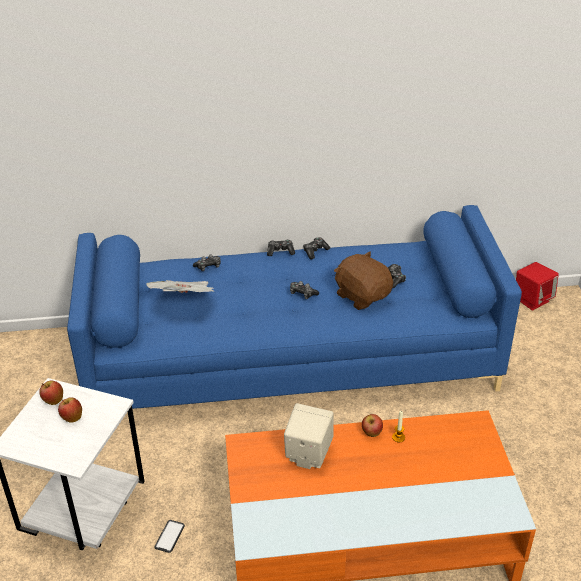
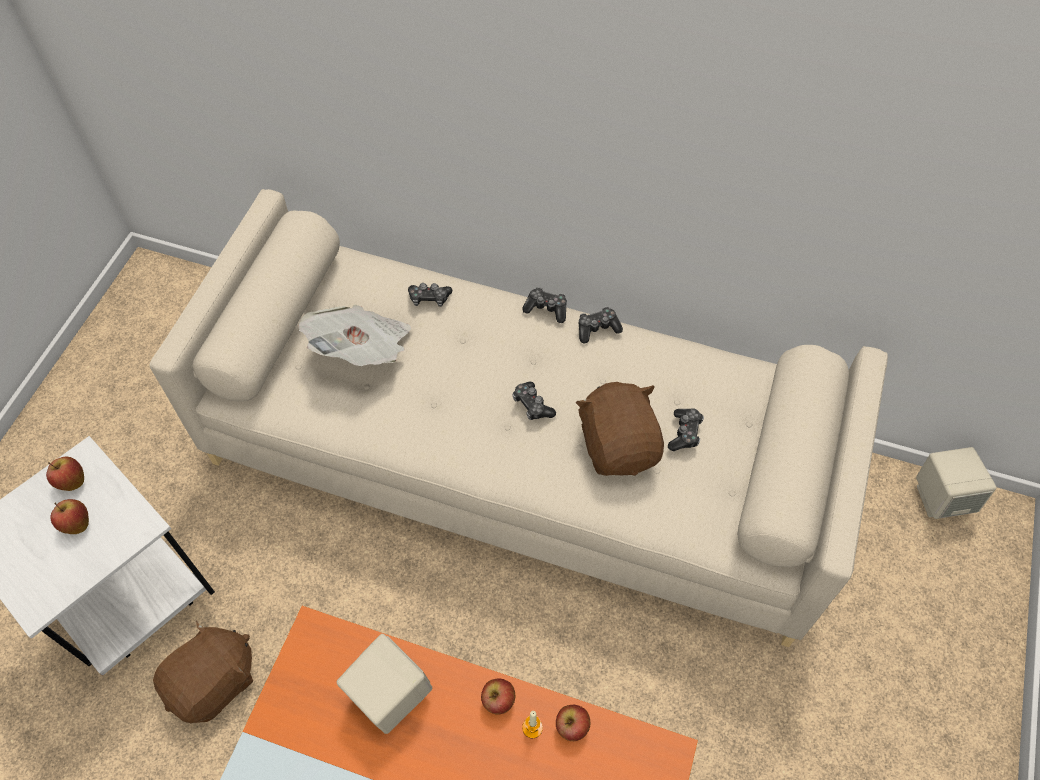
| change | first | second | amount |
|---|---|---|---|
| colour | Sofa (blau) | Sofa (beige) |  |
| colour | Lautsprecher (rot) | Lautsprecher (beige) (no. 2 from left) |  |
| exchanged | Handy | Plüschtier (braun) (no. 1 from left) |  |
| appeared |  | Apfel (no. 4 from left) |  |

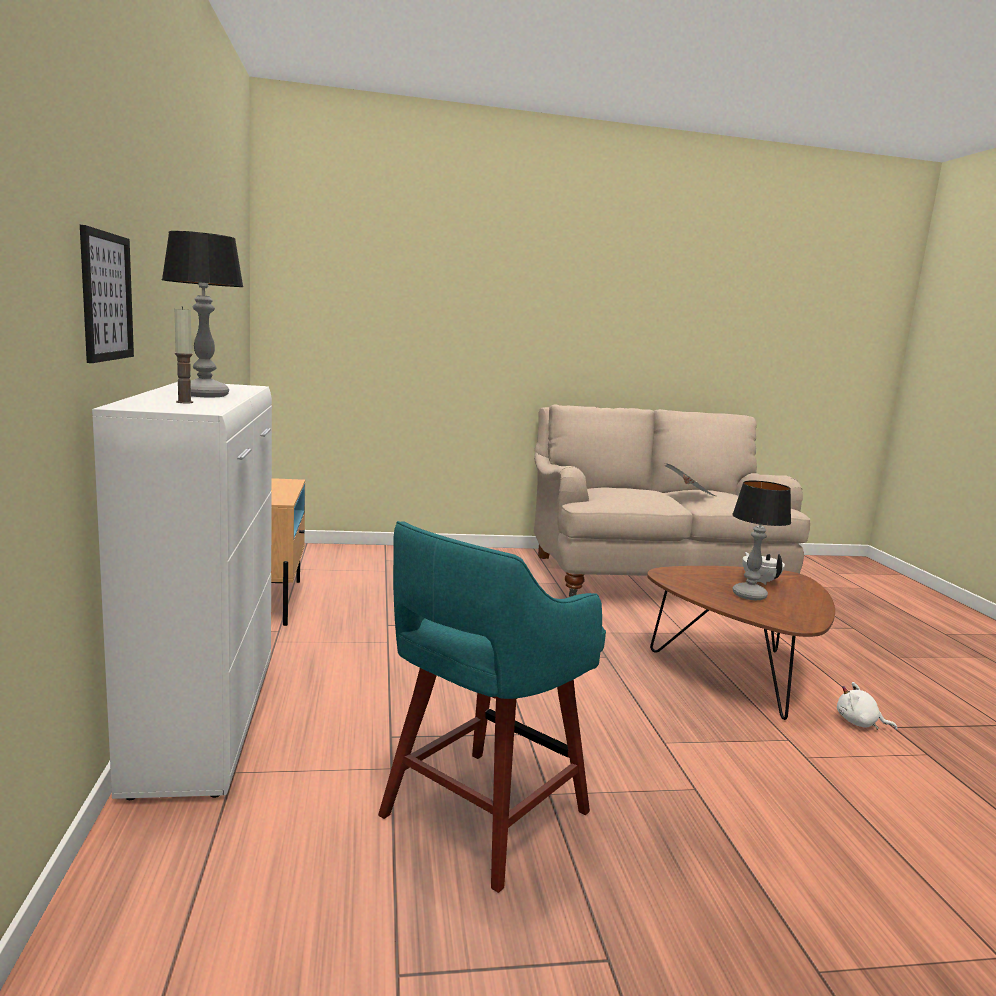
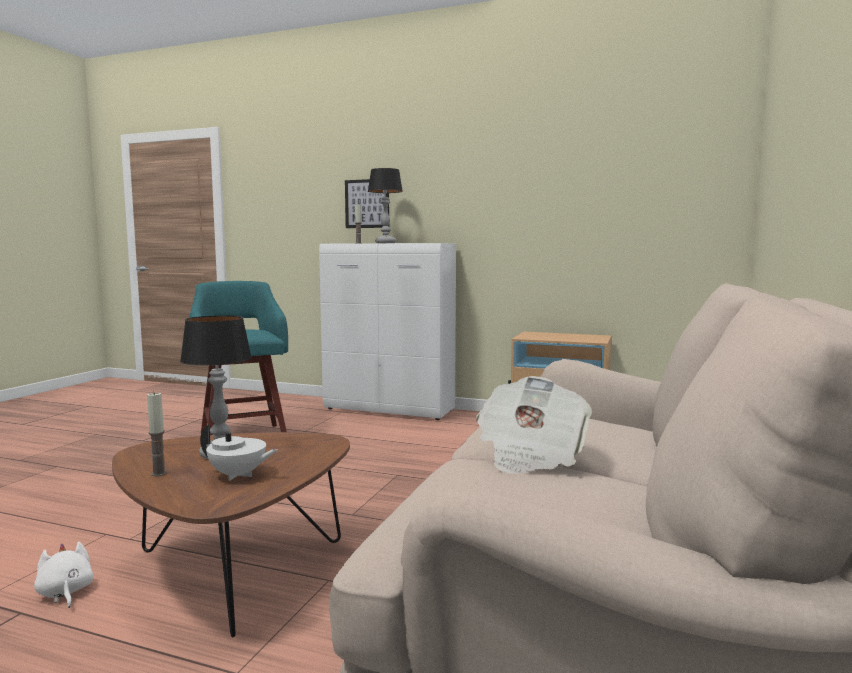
| change | first | second | amount |
|---|---|---|---|
| spun | Plüschtier (weiß) |  | 90 degrees counterclockwise |
| appeared |  | Kerze (no. 1 from left) |  |

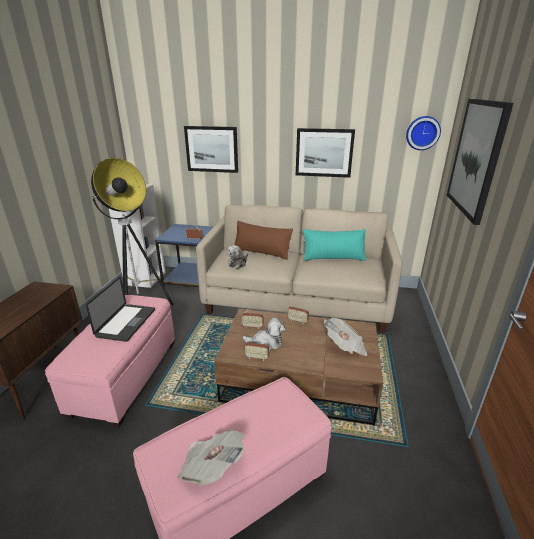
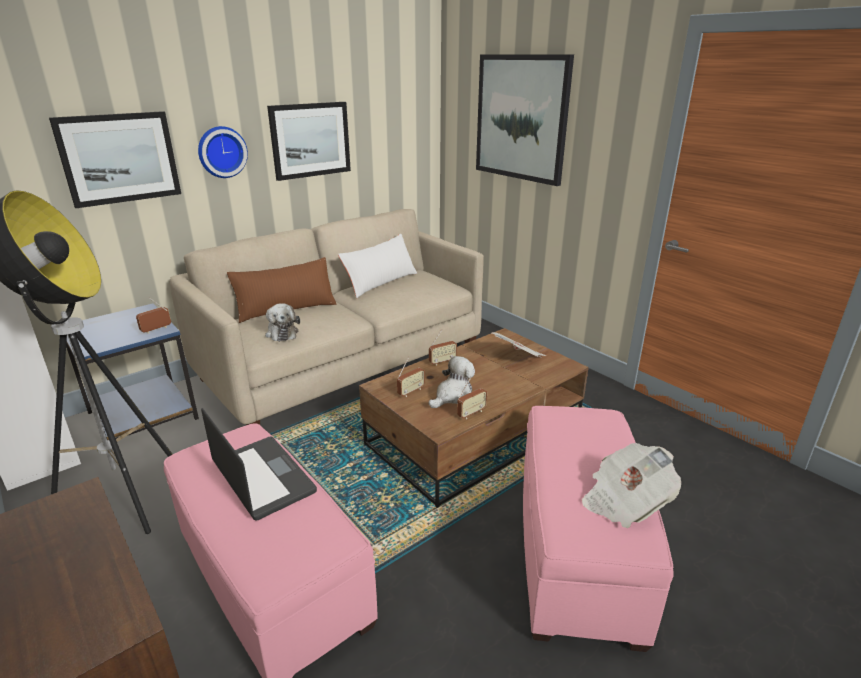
| change | first | second | amount |
|---|---|---|---|
| relocated | Wanduhr |  |  |
| colour | Kissen (türkis) | Kissen (weiß) |  |

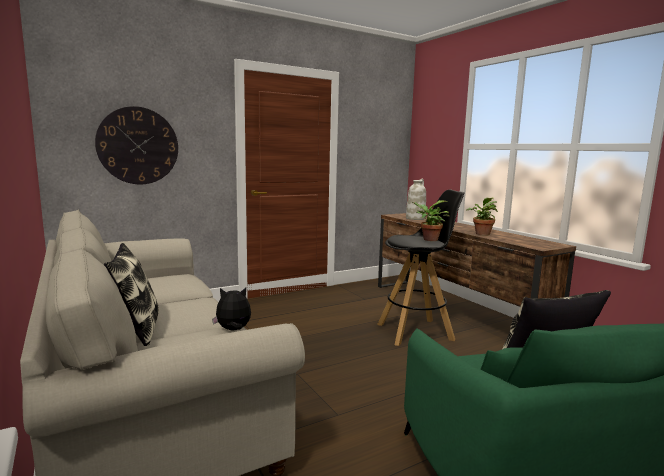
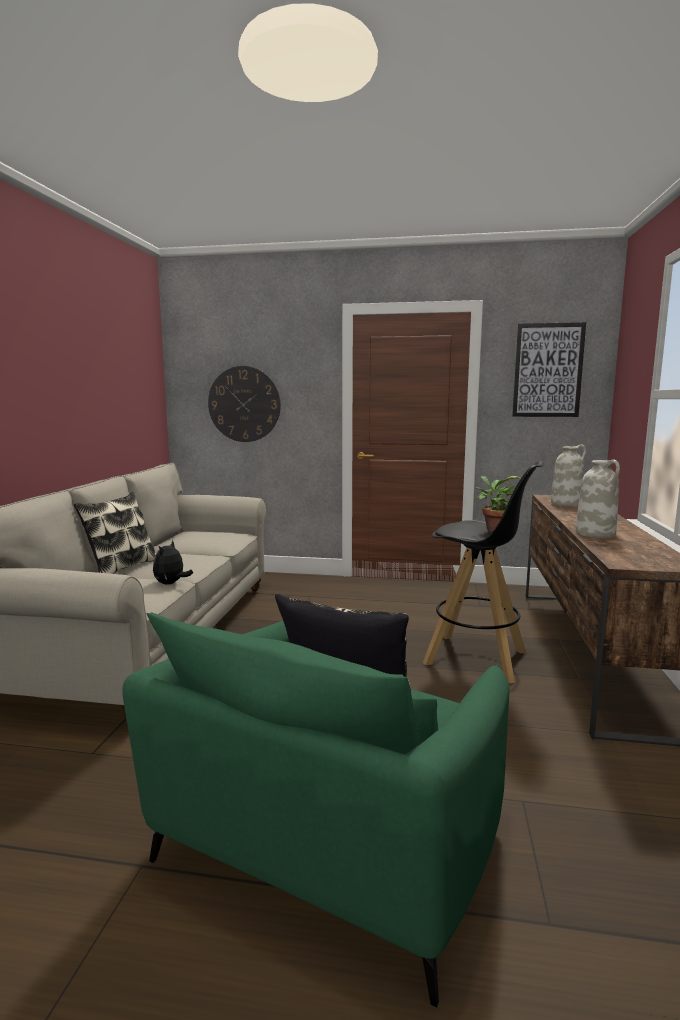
| change | first | second | amount |
|---|---|---|---|
| exchanged | Topfpflanze (no. 2 from left) | Vase (weiß) (no. 2 from left) |  |
| spun | Plüschtier |  | 105 degrees counterclockwise |
| appeared |  | Bild |  |

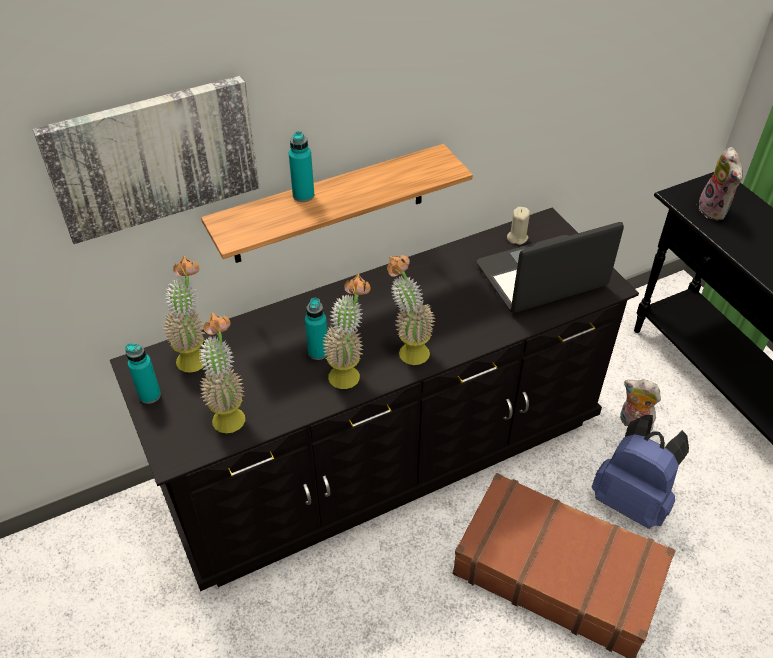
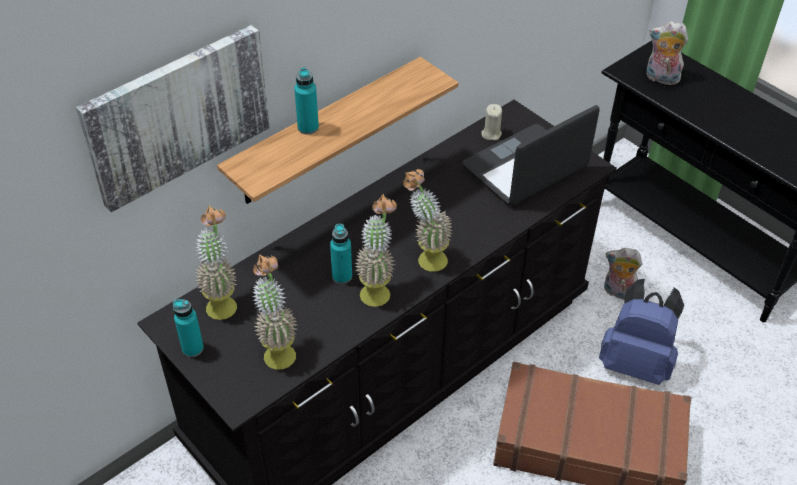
| change | first | second | amount |
|---|---|---|---|
| spun | Plüschtier (no. 2 from left) |  | 135 degrees clockwise |

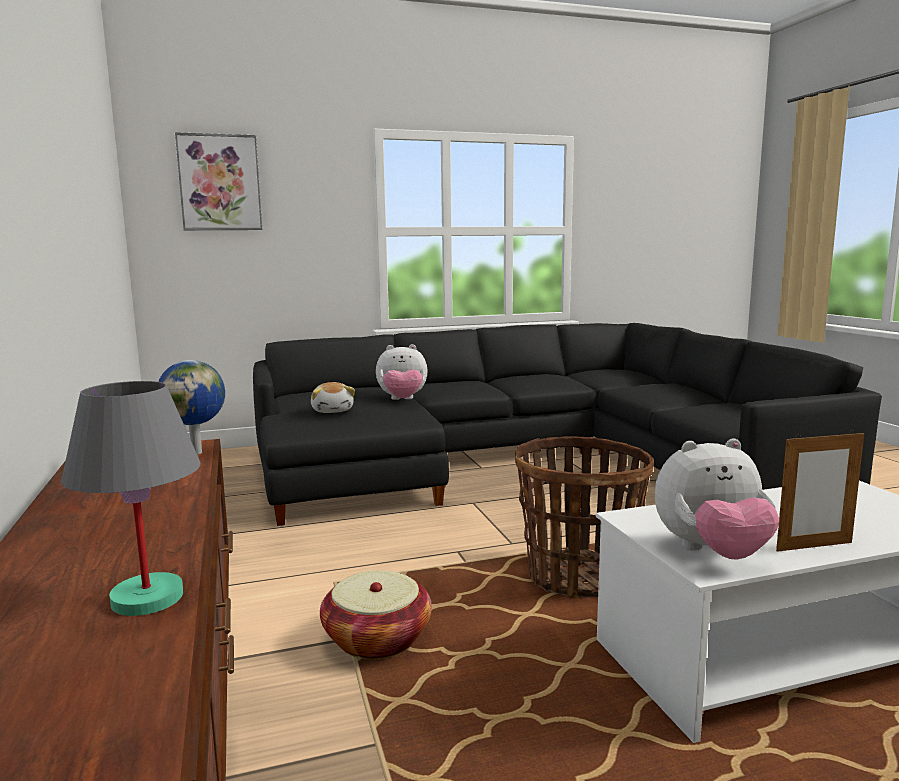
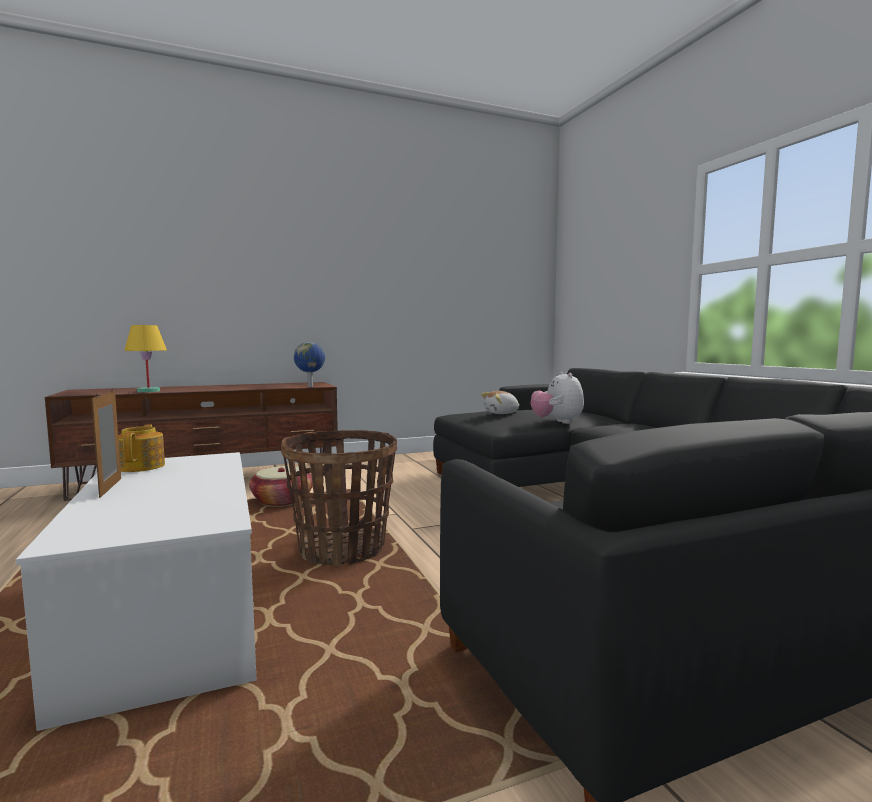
| change | first | second | amount |
|---|---|---|---|
| missing | Bild |  |  |
| colour | Tischlampe (grau) | Tischlampe (gelb) |  |
| exchanged | Plüschtier (no. 3 from left) | Teekanne |  |

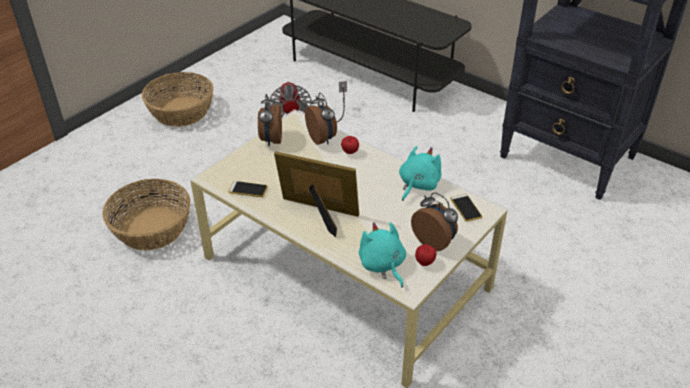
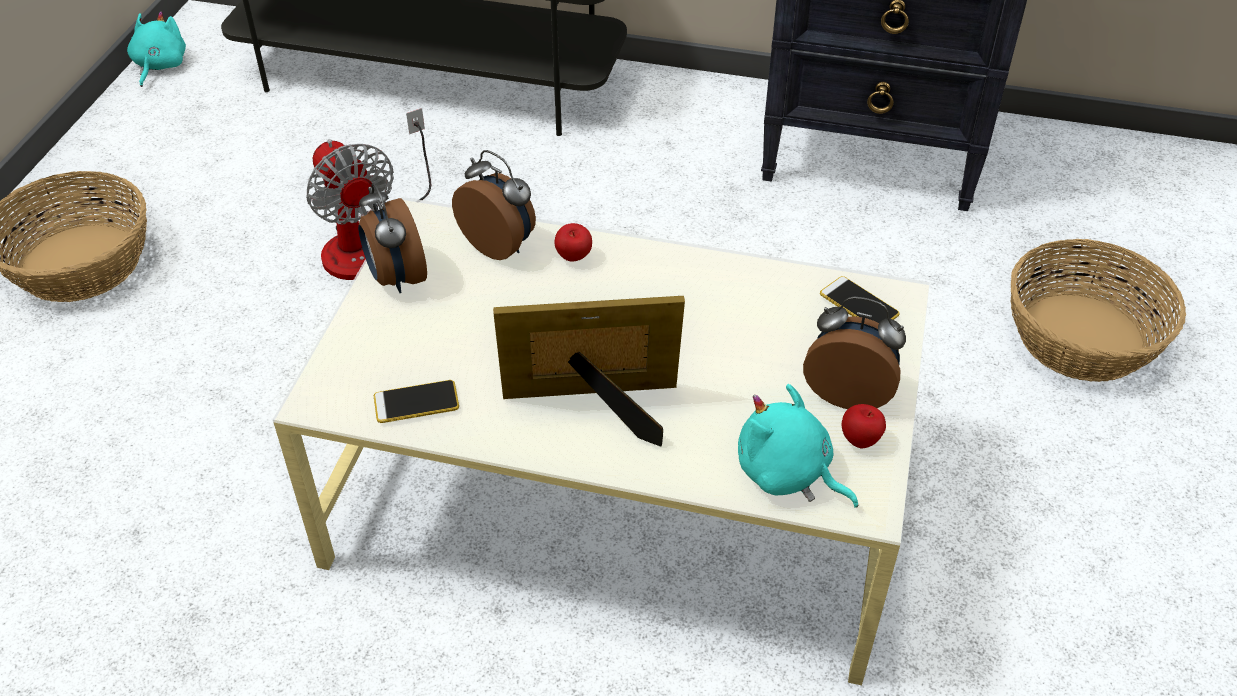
| change | first | second | amount |
|---|---|---|---|
| relocated | Plüschtier (türkis) (no. 2 from left in the first image) | Plüschtier (türkis) (no. 1 from left) |  |
| relocated | Korb (no. 1 from left in the first image) | Korb (no. 2 from left) |  |

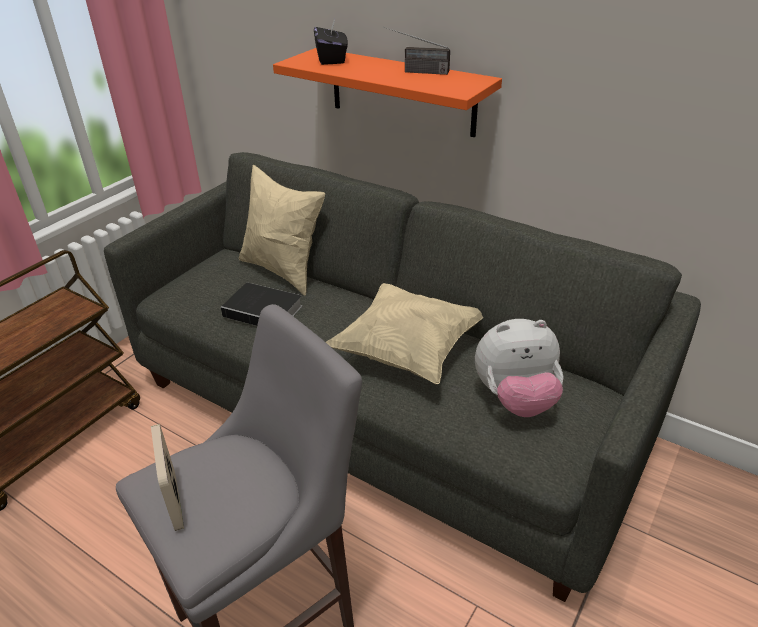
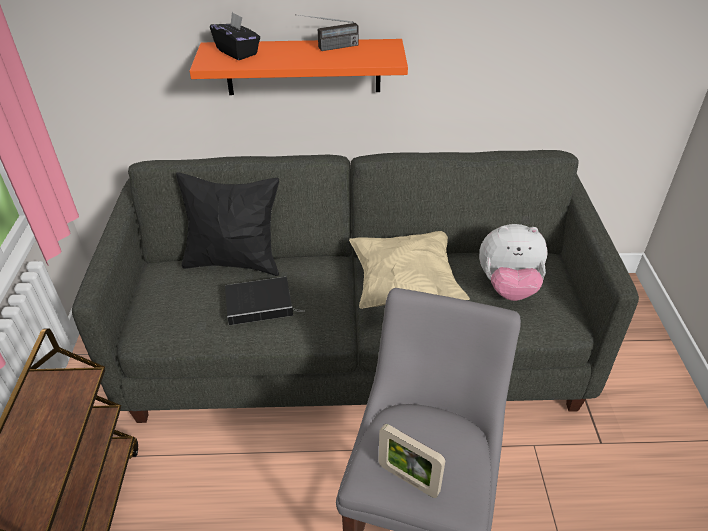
| change | first | second | amount |
|---|---|---|---|
| colour | Kissen (beige) (no. 1 from left) | Kissen (schwarz) |  |
| spun | Plüschtier |  | 45 degrees clockwise |

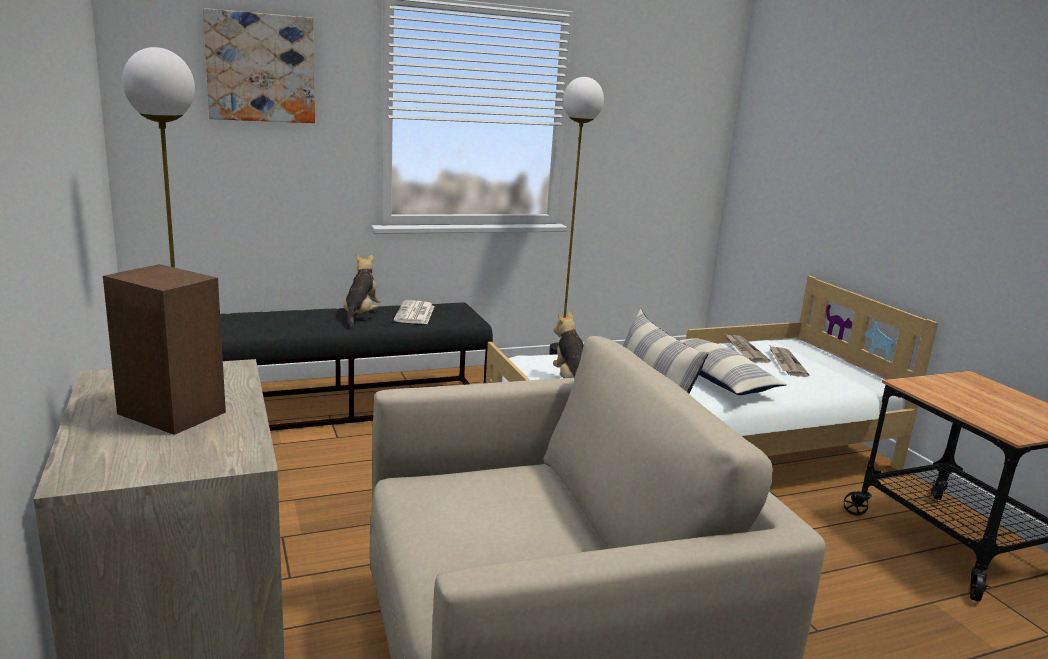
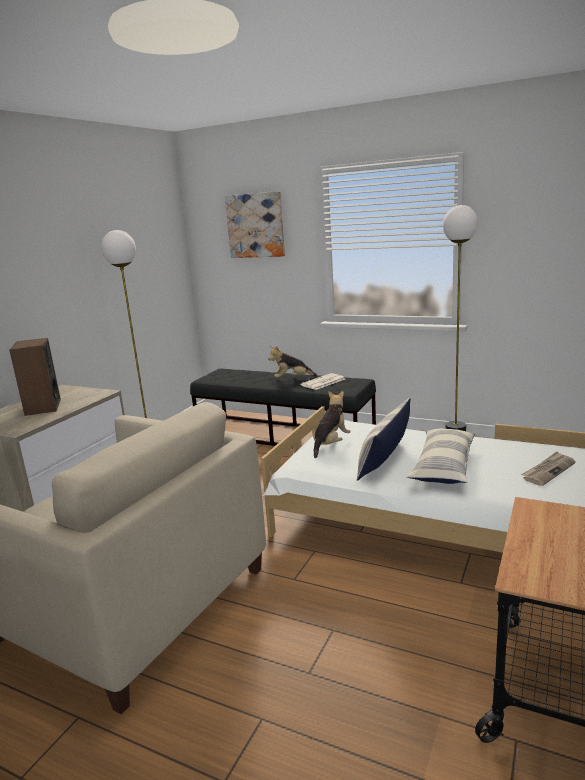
| change | first | second | amount |
|---|---|---|---|
| spun | Plüschtier (no. 1 from left) |  | 150 degrees counterclockwise |
| missing | Zeitung (no. 2 from left) |  |  |

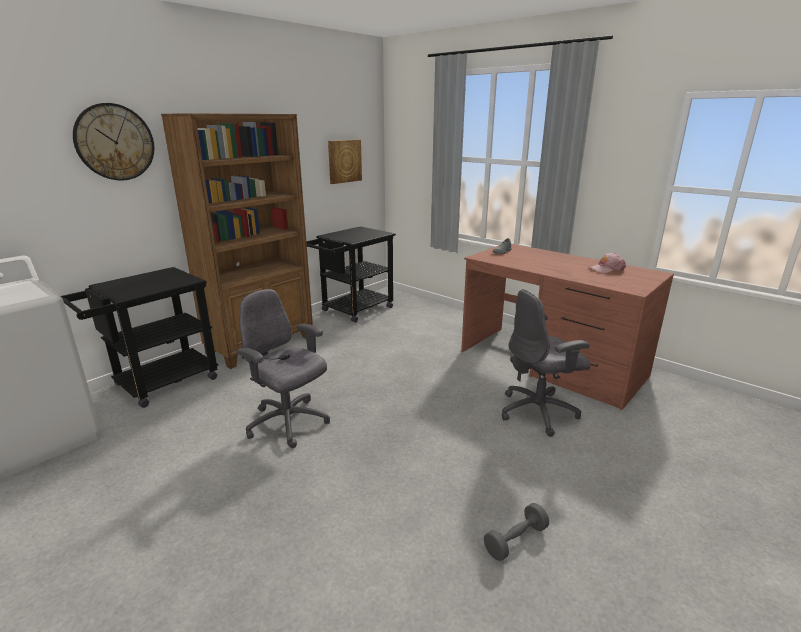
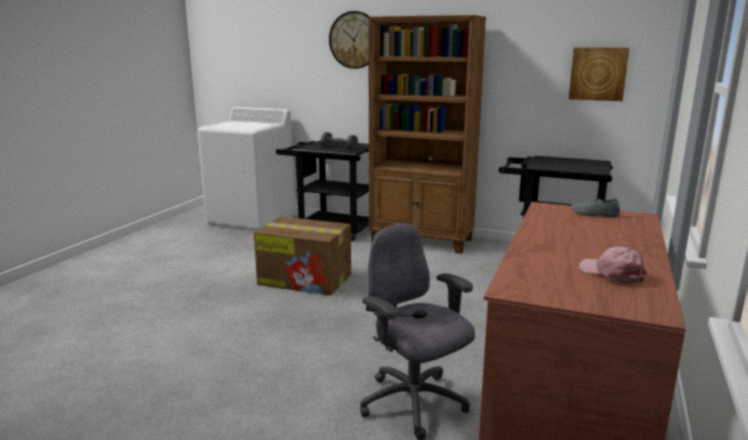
| change | first | second | amount |
|---|---|---|---|
| exchanged | Bürostuhl (grau) (no. 1 from left) | Karton |  |
| relocated | Hantel (grau) |  |  |

